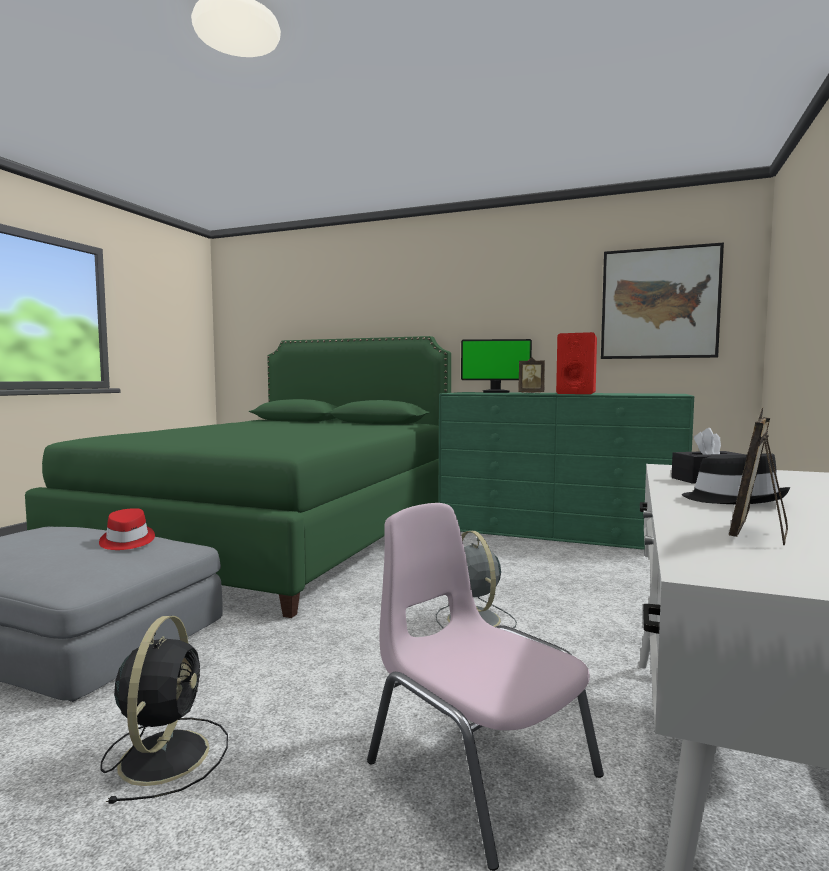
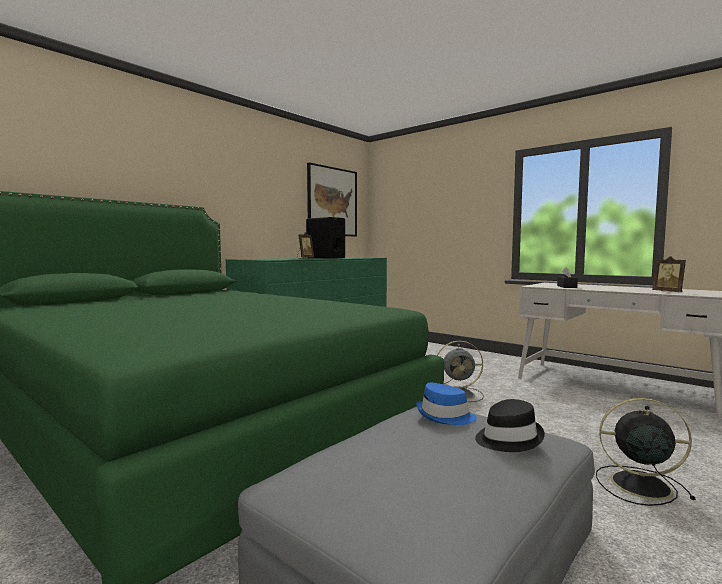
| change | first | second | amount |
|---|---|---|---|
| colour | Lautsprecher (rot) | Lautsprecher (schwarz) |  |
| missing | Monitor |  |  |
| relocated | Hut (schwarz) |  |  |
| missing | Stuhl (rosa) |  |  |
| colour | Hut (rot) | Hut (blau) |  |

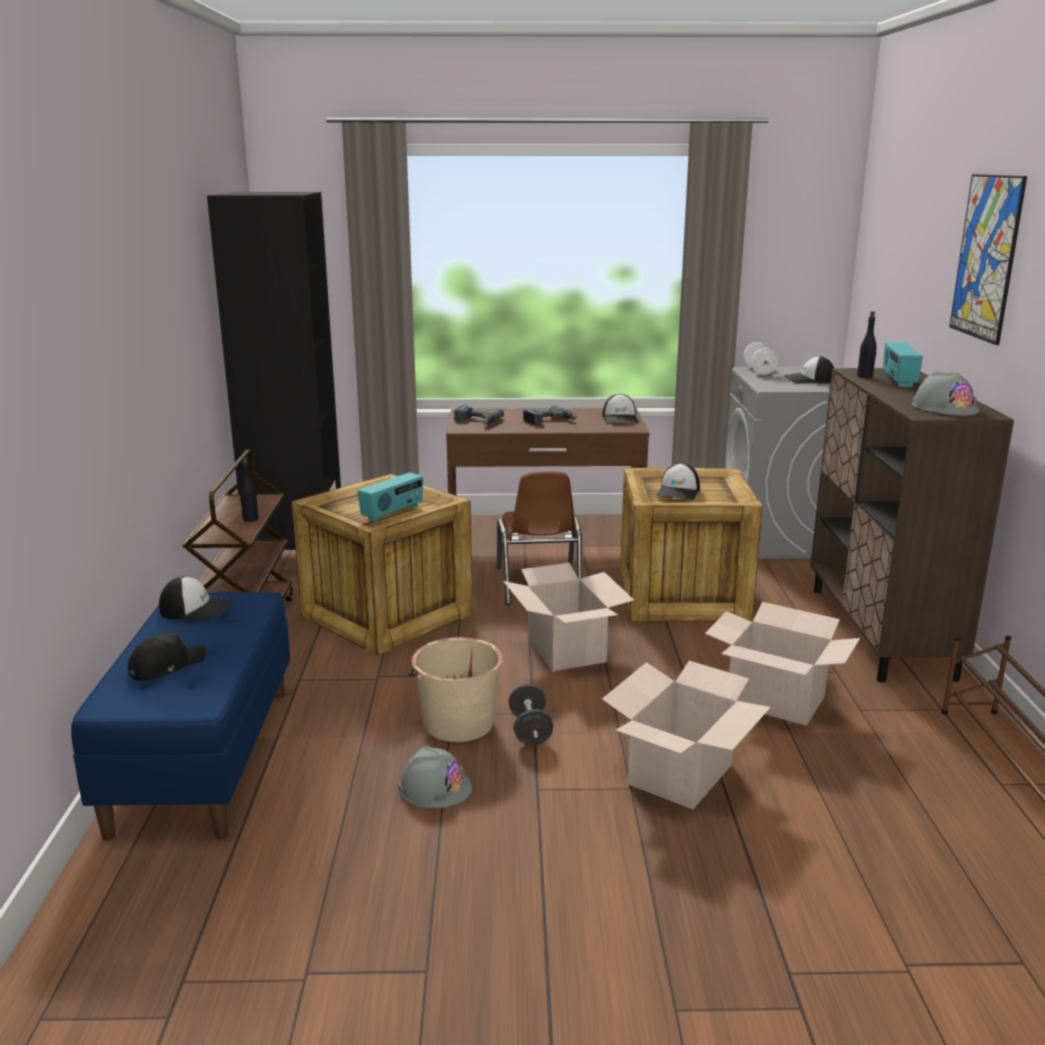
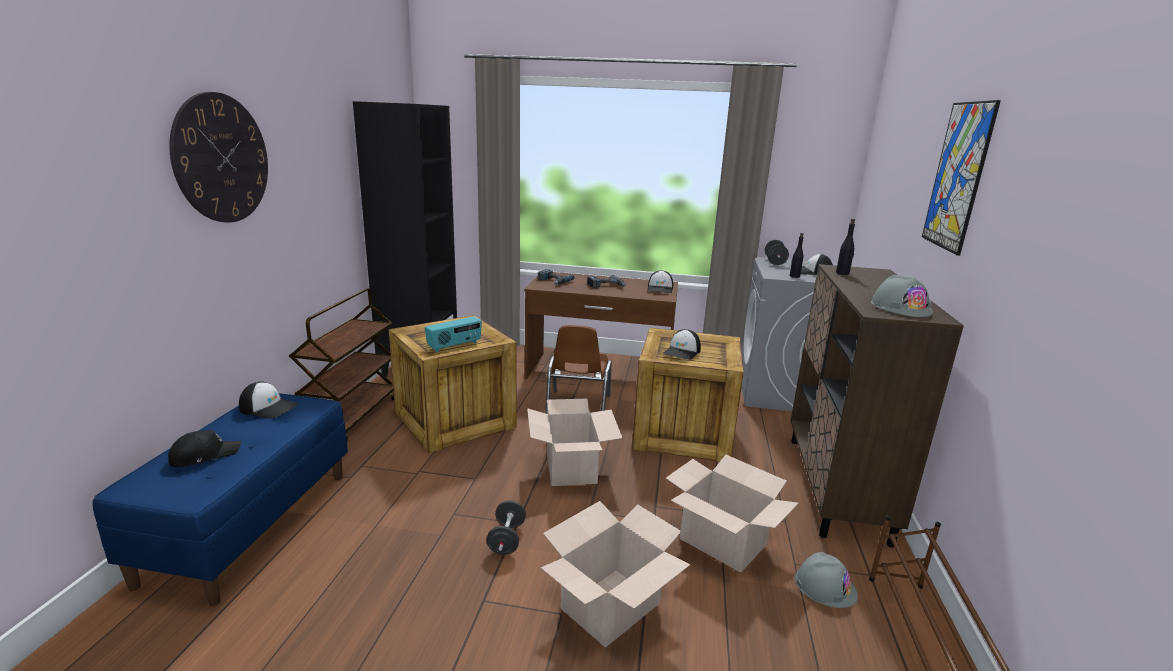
| change | first | second | amount |
|---|---|---|---|
| colour | Hantel (weiß) | Hantel (schwarz) (no. 2 from left) |  |
| missing | Radio (no. 2 from left) |  |  |
| relocated | Flasche (schwarz) (no. 1 from left) |  |  |
| missing | Eimer (beige) |  |  |
| relocated | Schutzhelm (grau) (no. 1 from left) |  |  |
| appeared |  | Wanduhr |  |

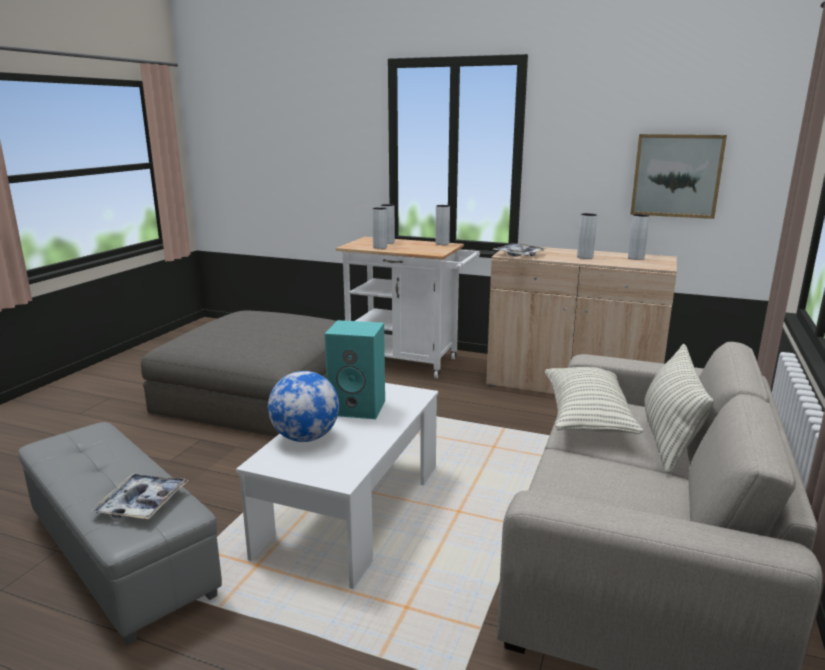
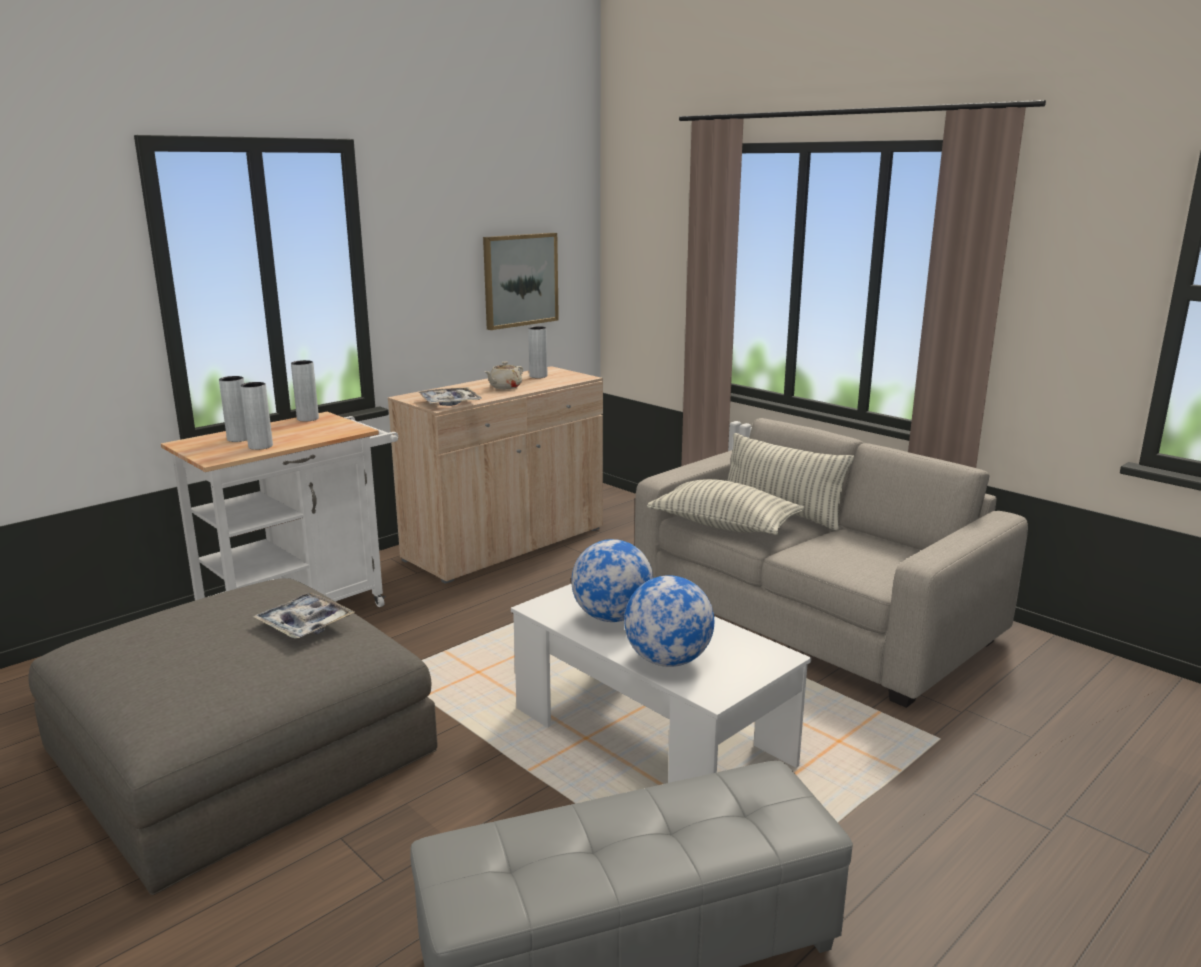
| change | first | second | amount |
|---|---|---|---|
| exchanged | Vase (grau) (no. 4 from left) | Teekanne (beige) |  |
| exchanged | Lautsprecher (türkis) | Globus (no. 1 from left) |  |
| relocated | Tablett (no. 1 from left) |  |  |

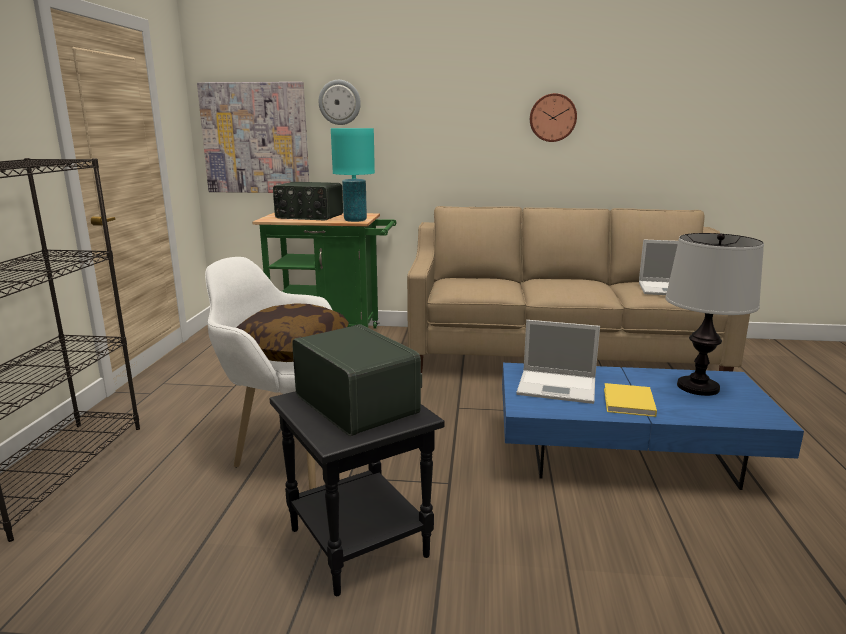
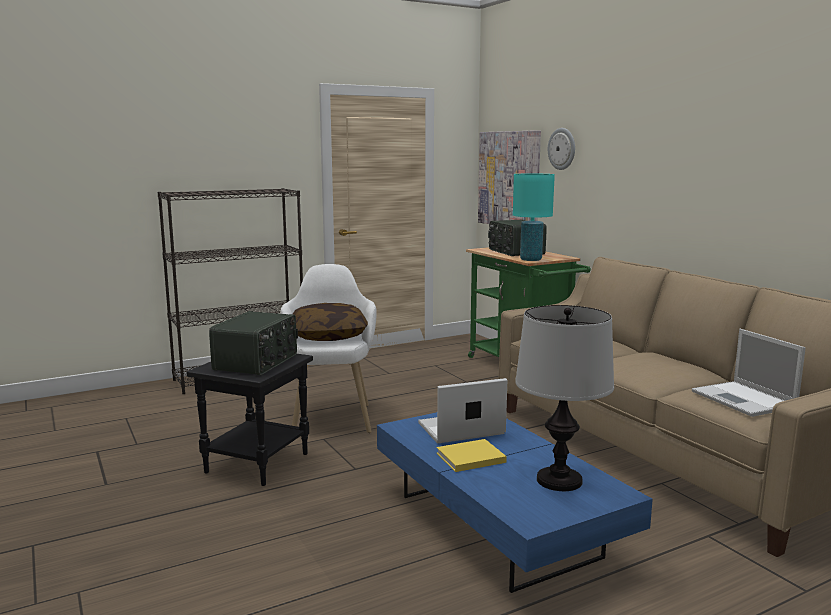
| change | first | second | amount |
|---|---|---|---|
| missing | Wanduhr (no. 2 from left) |  |  |
| spun | Laptop (no. 1 from left) |  | 90 degrees clockwise |

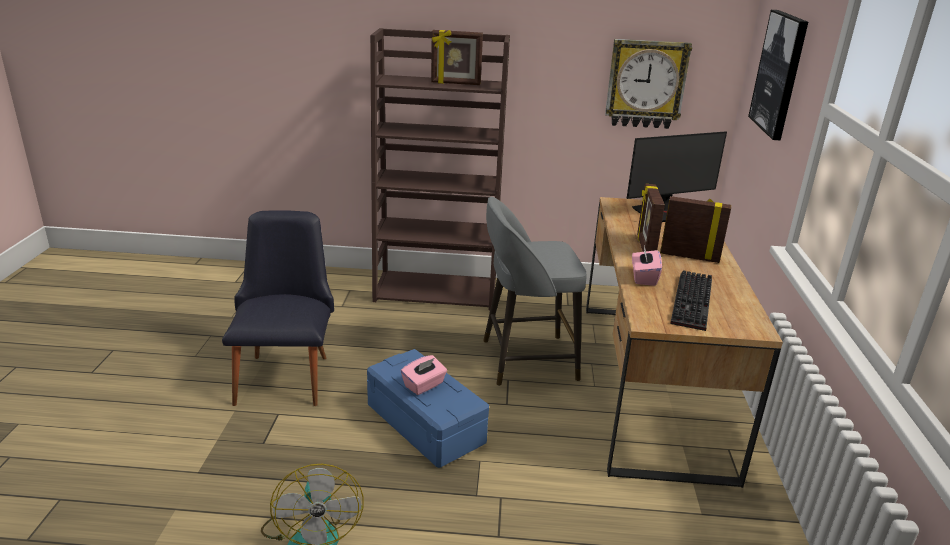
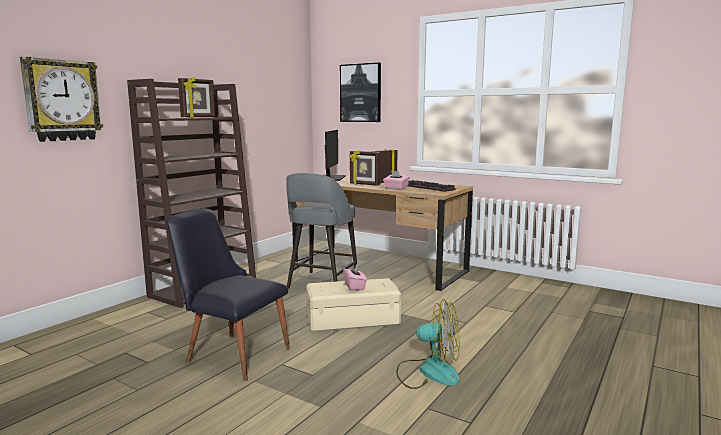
| change | first | second | amount |
|---|---|---|---|
| relocated | Wanduhr |  |  |
| colour | Aufbewahrungsbox (blau) | Aufbewahrungsbox (beige) |  |

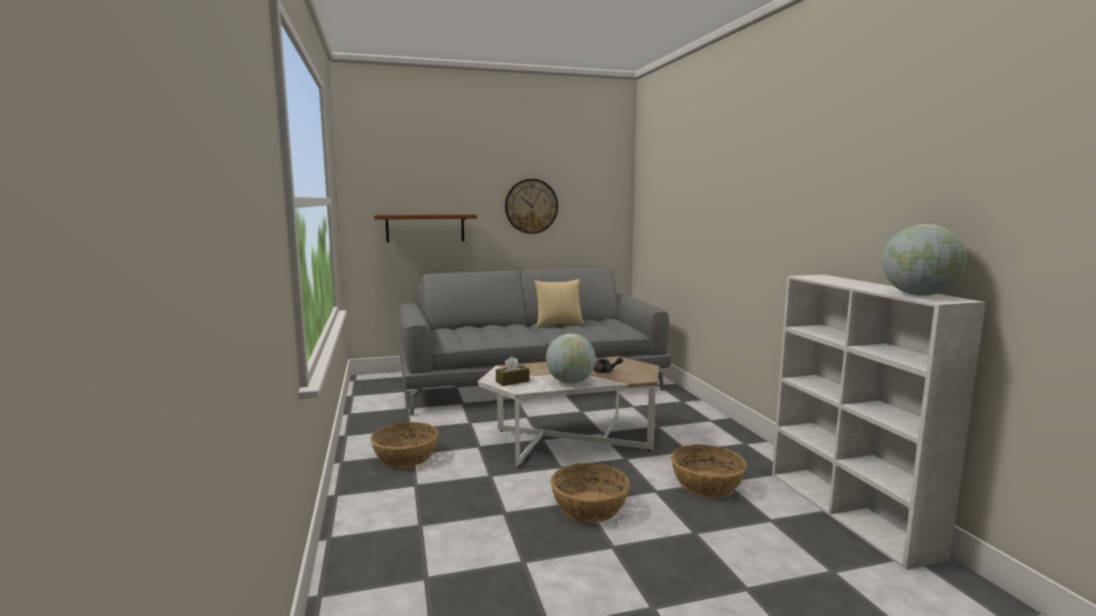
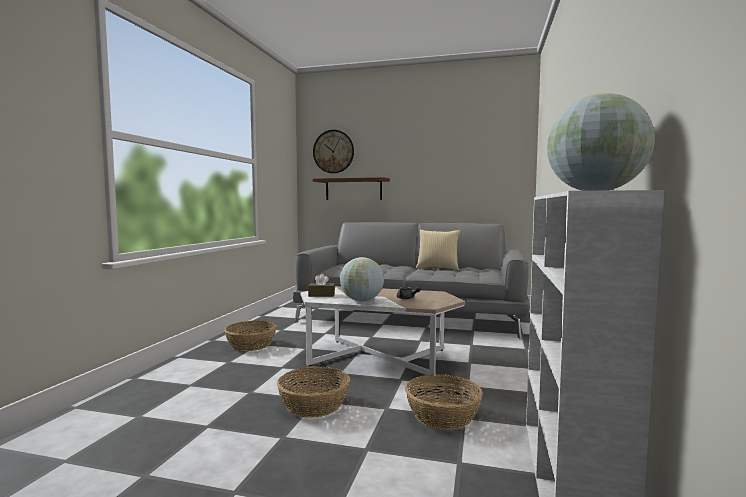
| change | first | second | amount |
|---|---|---|---|
| relocated | Wanduhr |  |  |

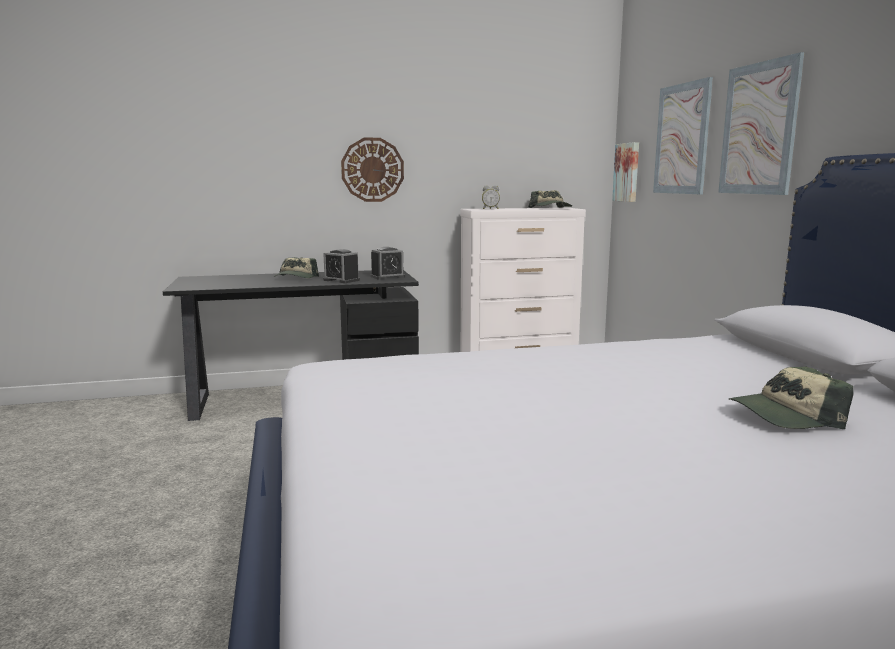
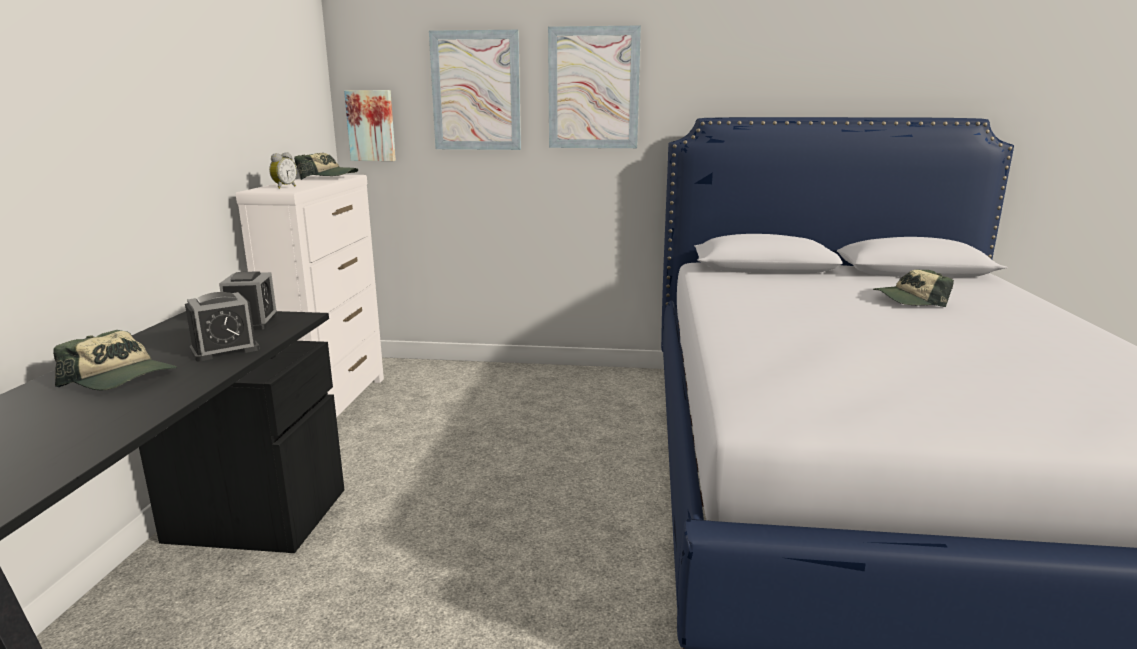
| change | first | second | amount |
|---|---|---|---|
| missing | Wanduhr |  |  |
| spun | Kappe (no. 3 from left) |  | 75 degrees clockwise |

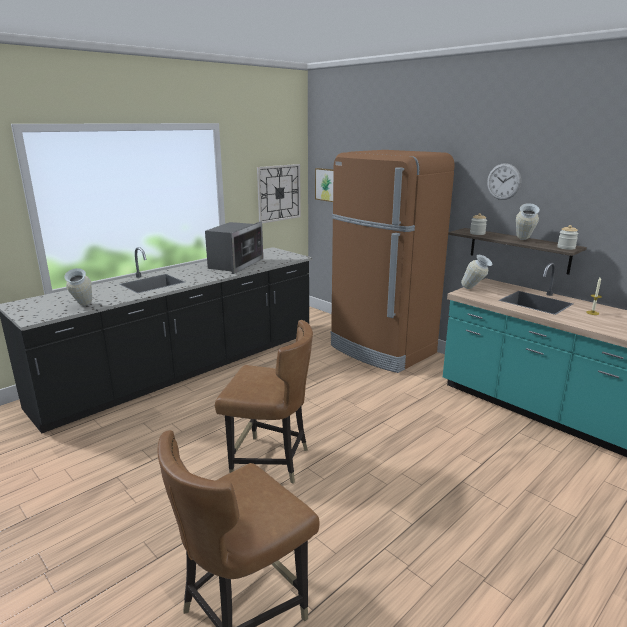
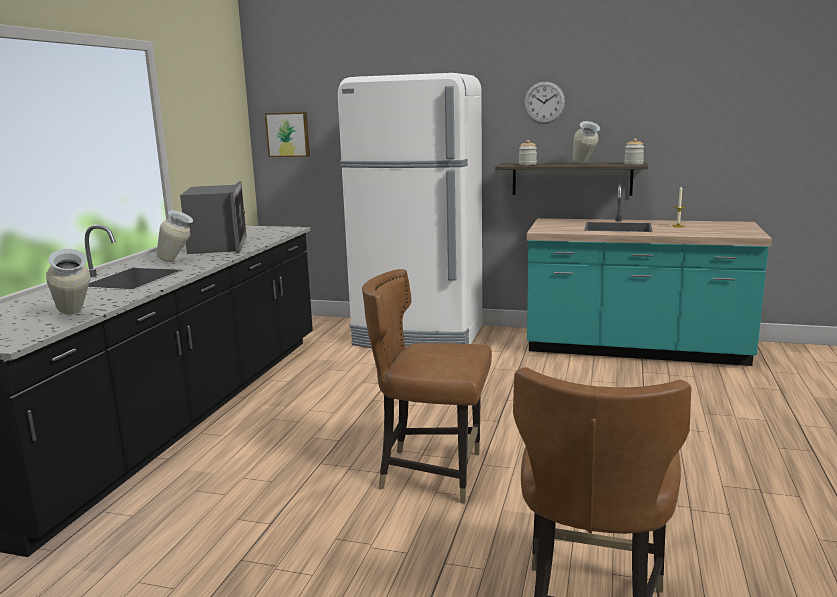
| change | first | second | amount |
|---|---|---|---|
| colour | Kühlschrank (braun) | Kühlschrank (weiß) |  |
| missing | Wanduhr (no. 1 from left) |  |  |
| relocated | Vase (no. 2 from left) |  |  |
| spun | Stuhl (braun) (no. 2 from left in the first image) | Stuhl (braun) (no. 1 from left) | 150 degrees counterclockwise |

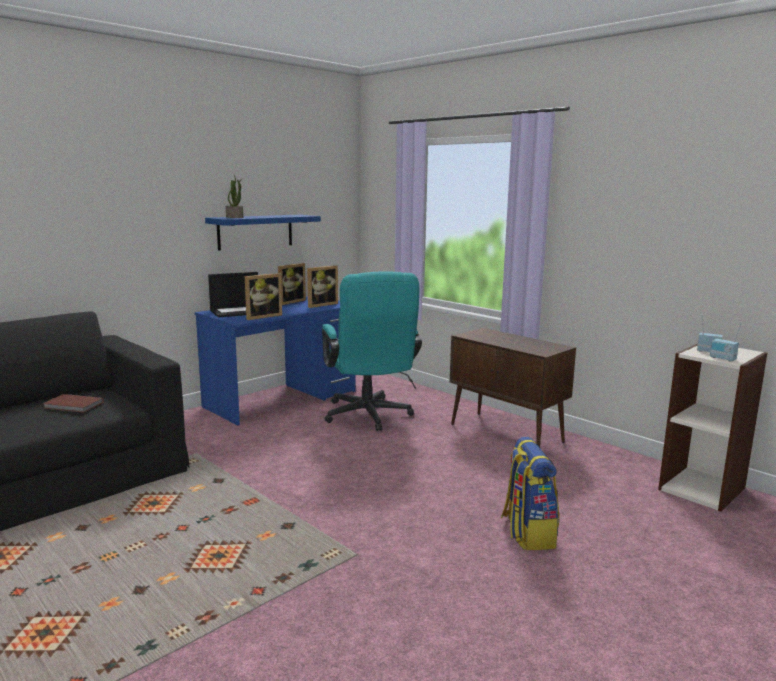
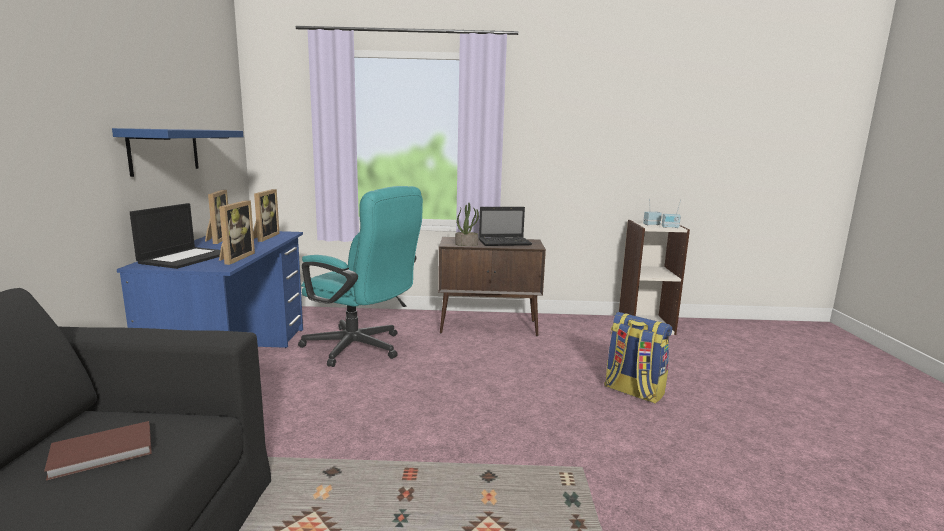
| change | first | second | amount |
|---|---|---|---|
| relocated | Topfpflanze |  |  |
| appeared |  | Laptop (no. 2 from left) |  |

